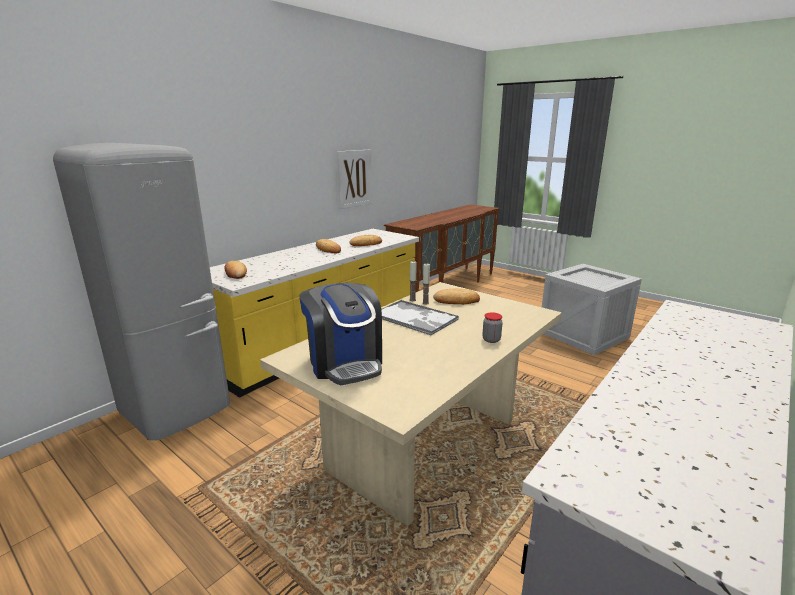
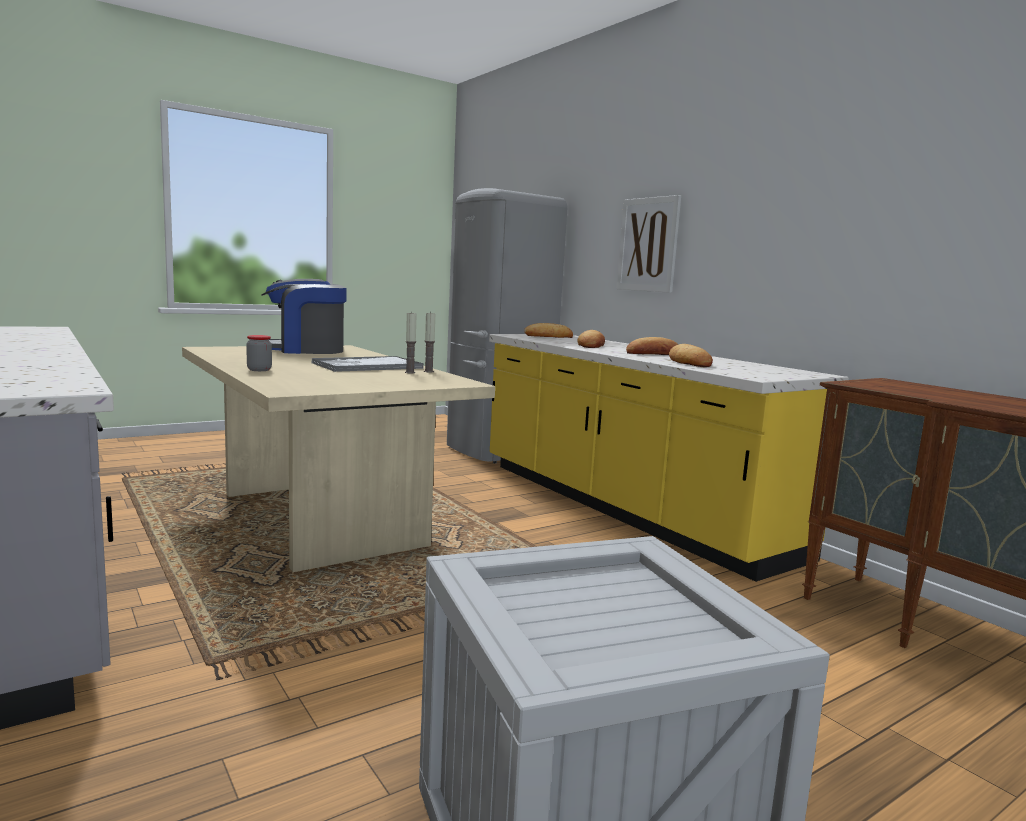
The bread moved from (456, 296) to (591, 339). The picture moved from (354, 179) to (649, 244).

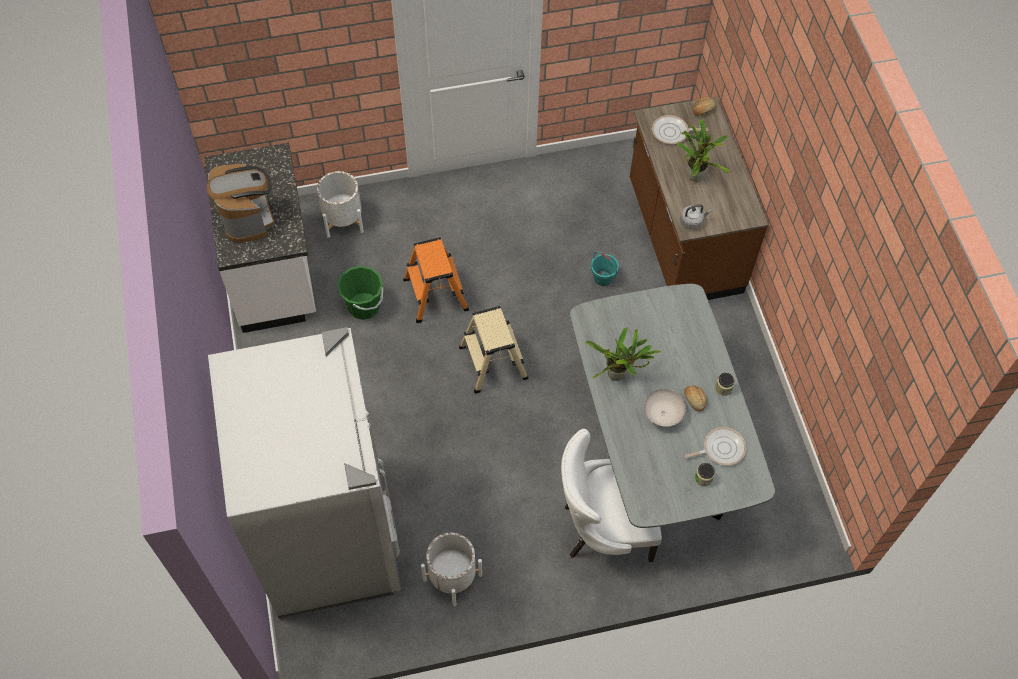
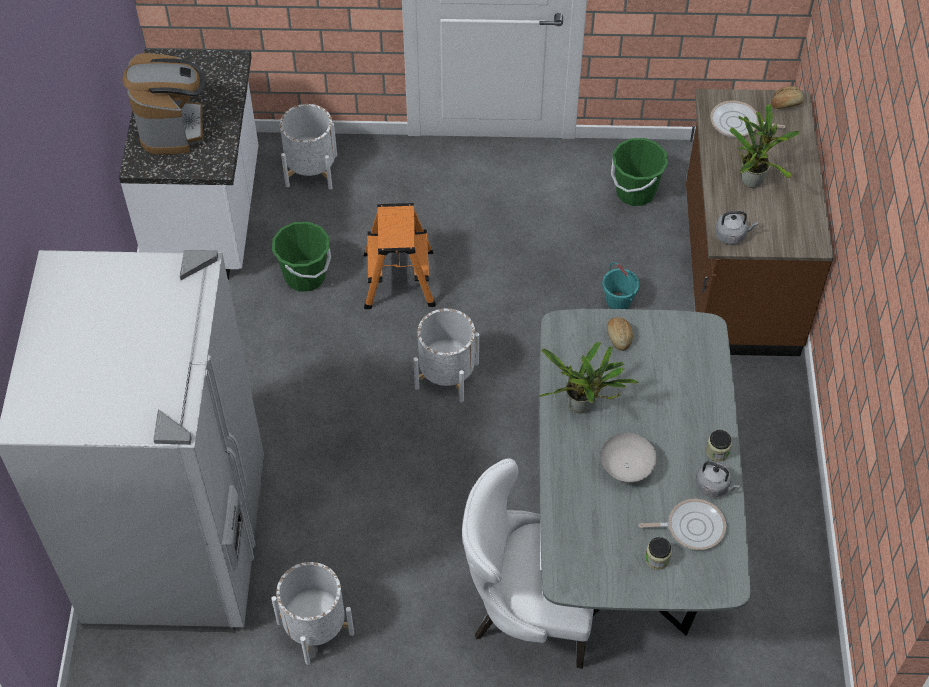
The beige step ladder at (494, 350) was replaced by the white planter at (446, 355). The bread moved from (695, 398) to (620, 334). The green bucket at (639, 172) appeared. The grey kettle at (718, 479) appeared.

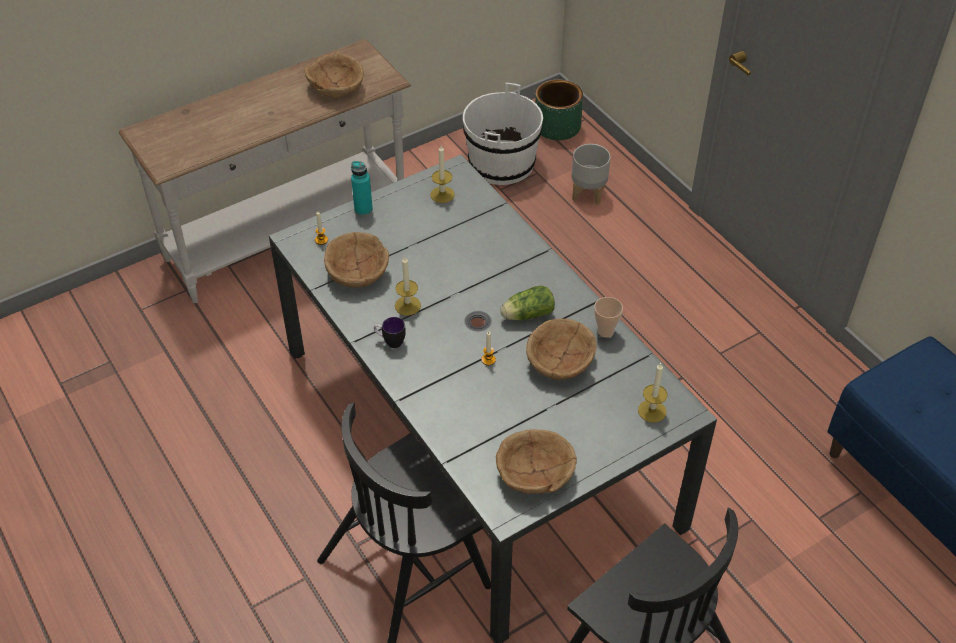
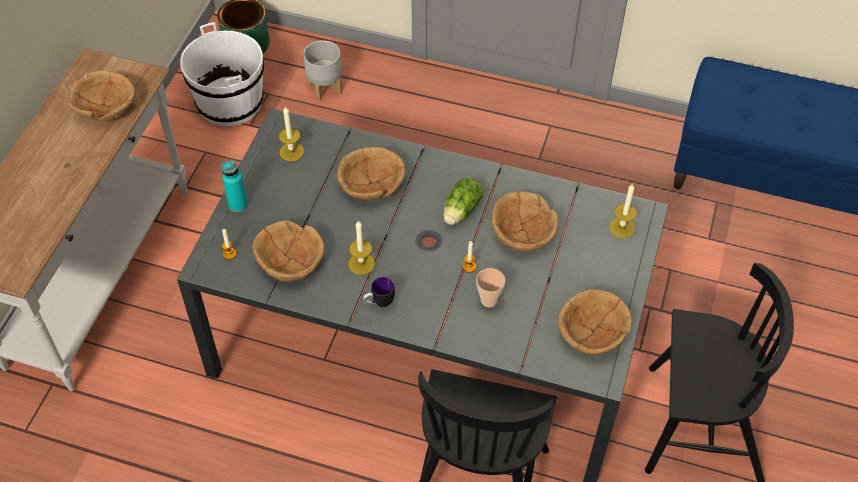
The brown bowl at (371, 173) appeared. The cup moved from (608, 317) to (490, 287).

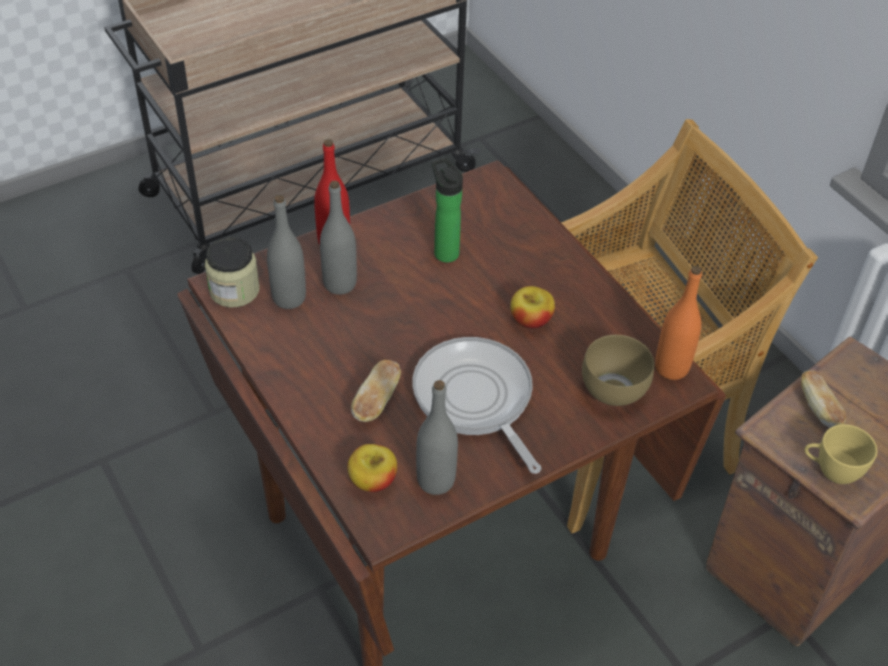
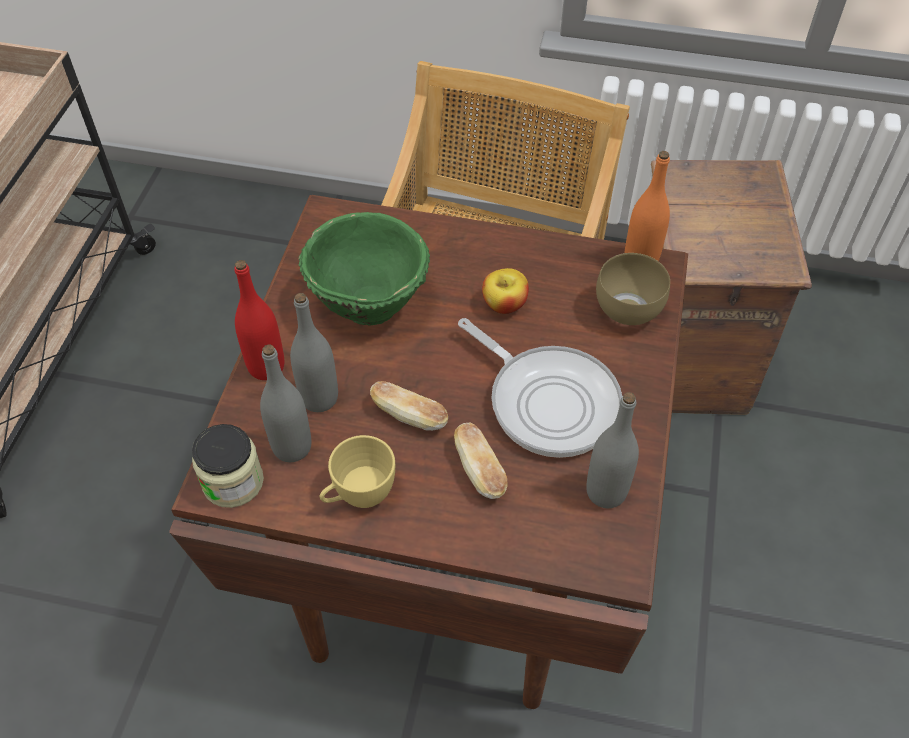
The bottle at (447, 210) was replaced by the green bowl at (364, 269). The yellow cup moved from (840, 454) to (357, 471). The bread moved from (823, 399) to (409, 406). The frying pan at (476, 405) turned 150 degrees counterclockwise. The apple at (372, 468) disappeared.

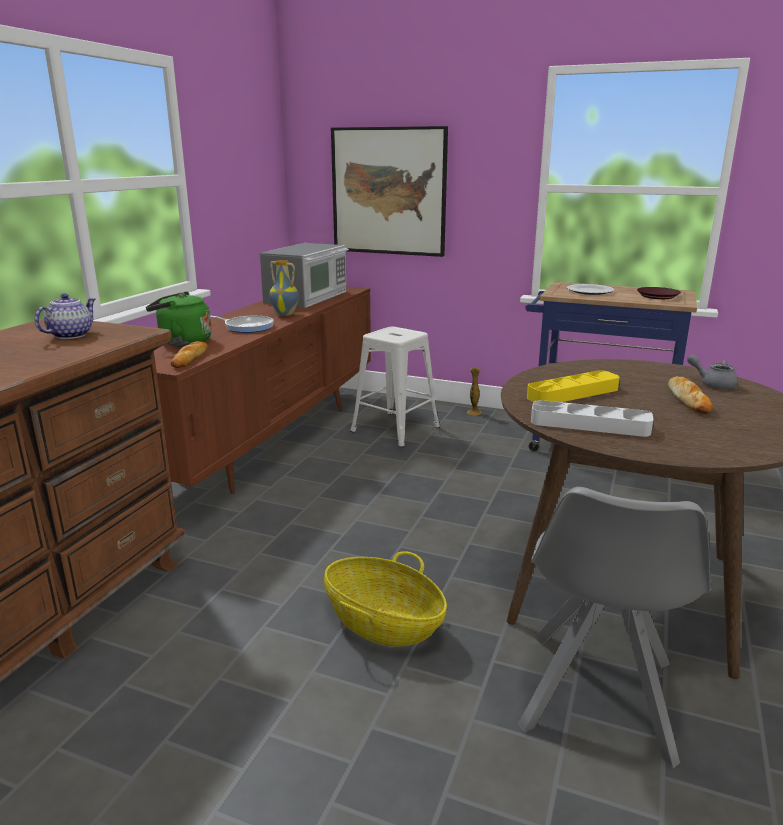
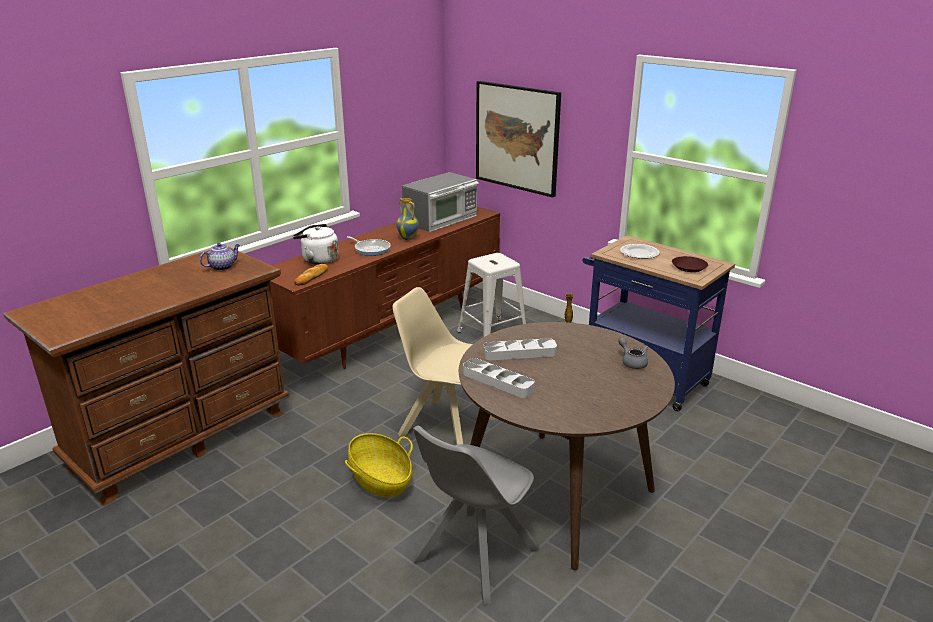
The green kettle at (179, 318) became the white kettle at (316, 244). The beige chair at (444, 366) appeared. The yellow tray at (573, 386) became the grey tray at (520, 349). The bread at (690, 395) disappeared.

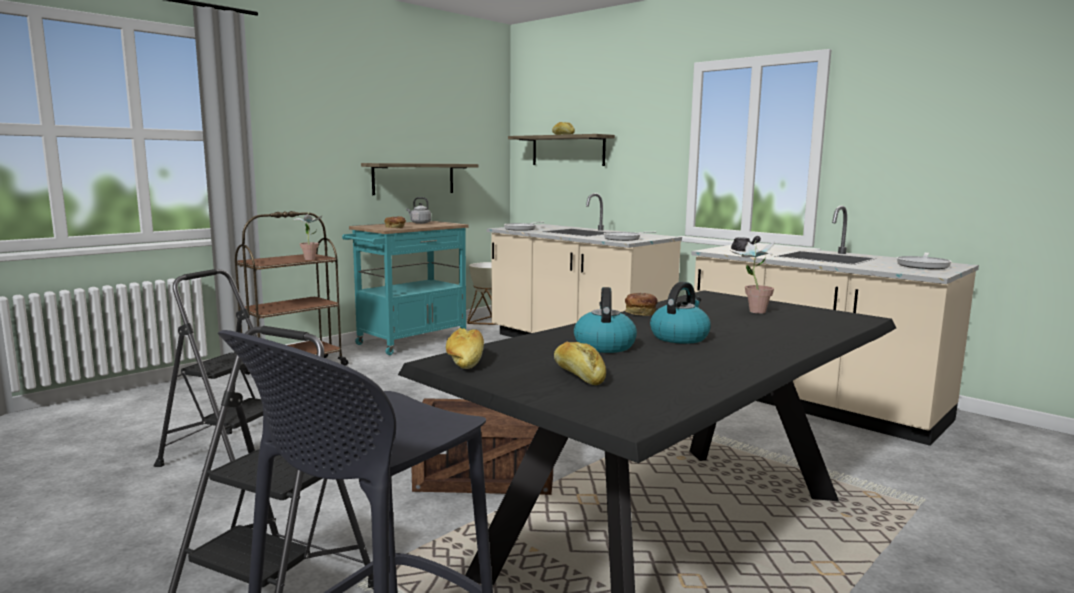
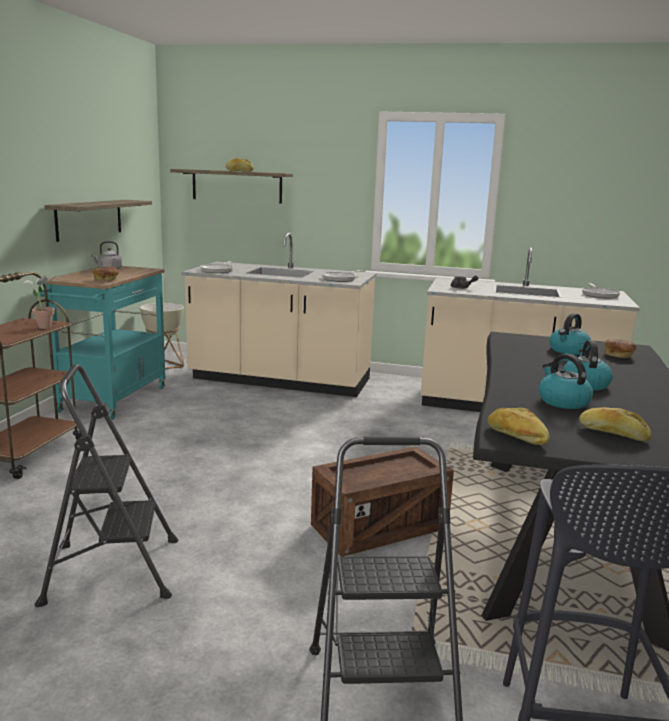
The potted plant at (753, 277) was replaced by the kettle at (570, 334). The bread moved from (641, 304) to (620, 348).

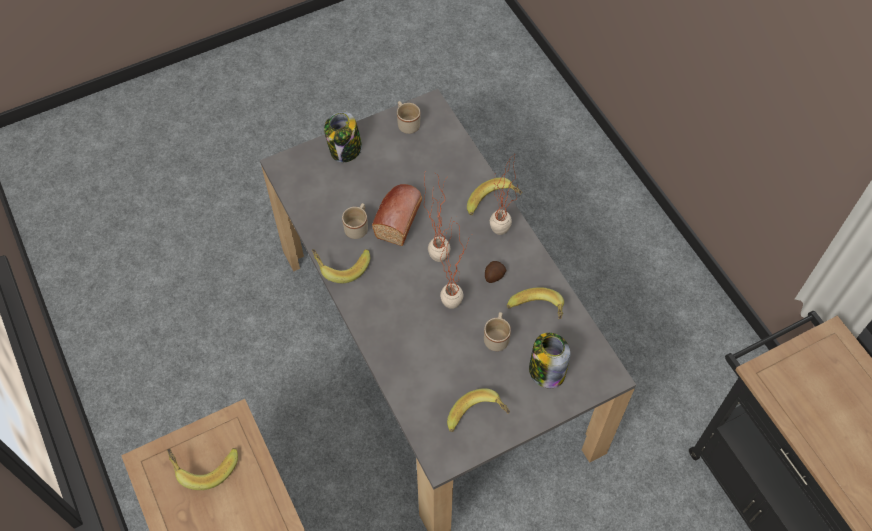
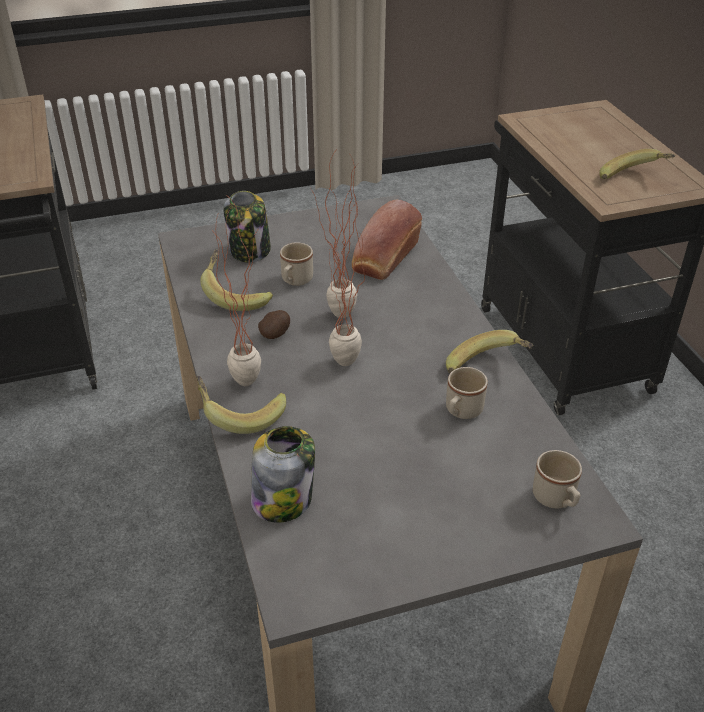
The jar moved from (343, 137) to (283, 474). The bread moved from (397, 215) to (387, 240). The beige mug moved from (408, 117) to (557, 479). The banana at (478, 410) disappeared.

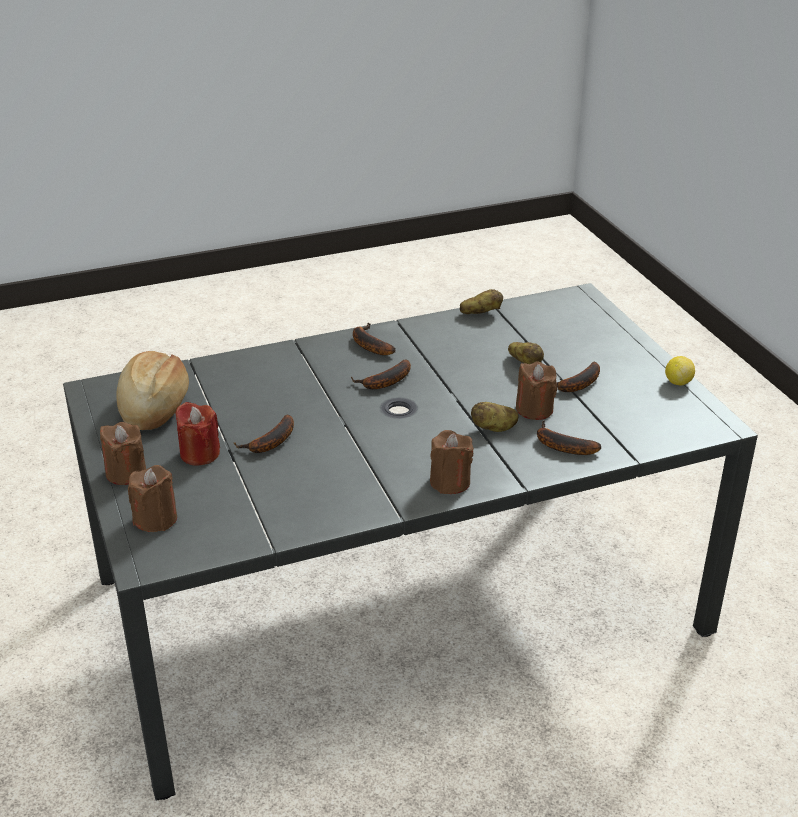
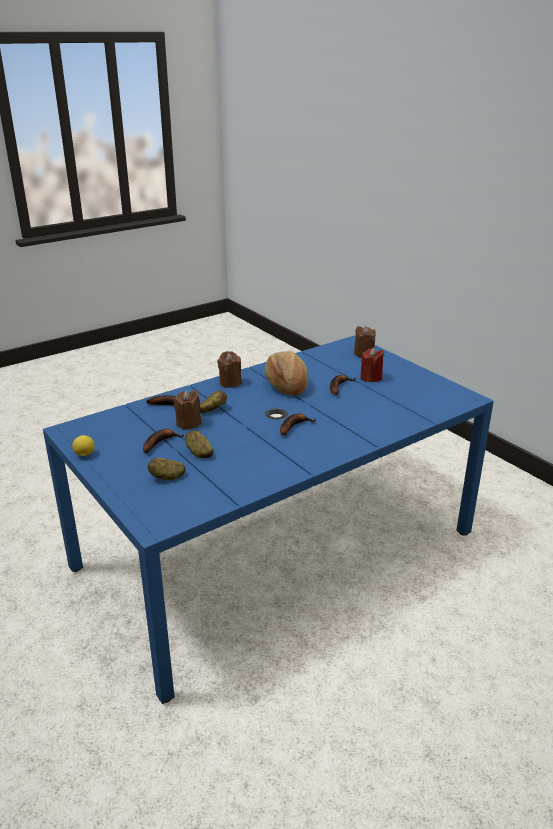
The grey dining table at (410, 542) became the blue dining table at (268, 519). The potato moved from (481, 301) to (167, 469). The bread moved from (152, 390) to (286, 373). The brown candle at (123, 453) disappeared. The banana at (374, 339) disappeared.

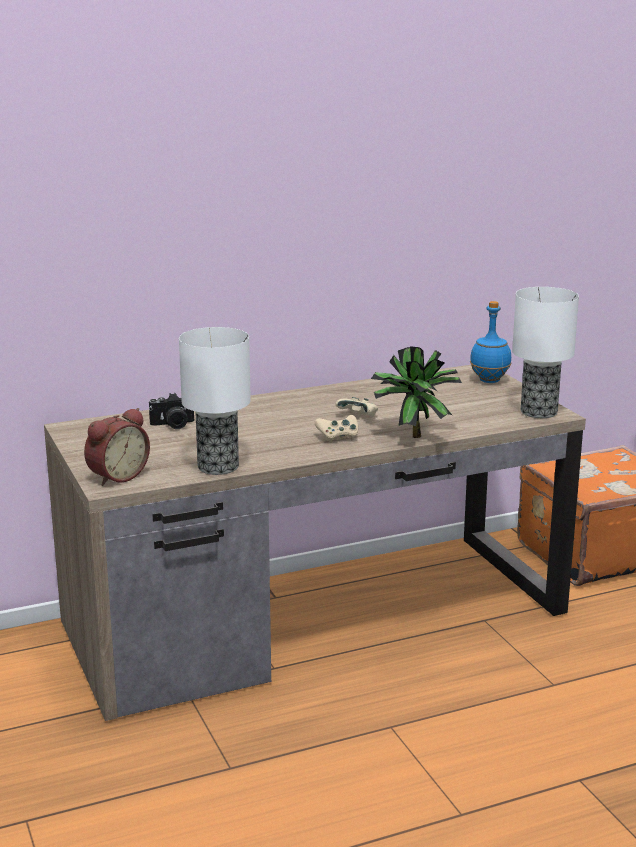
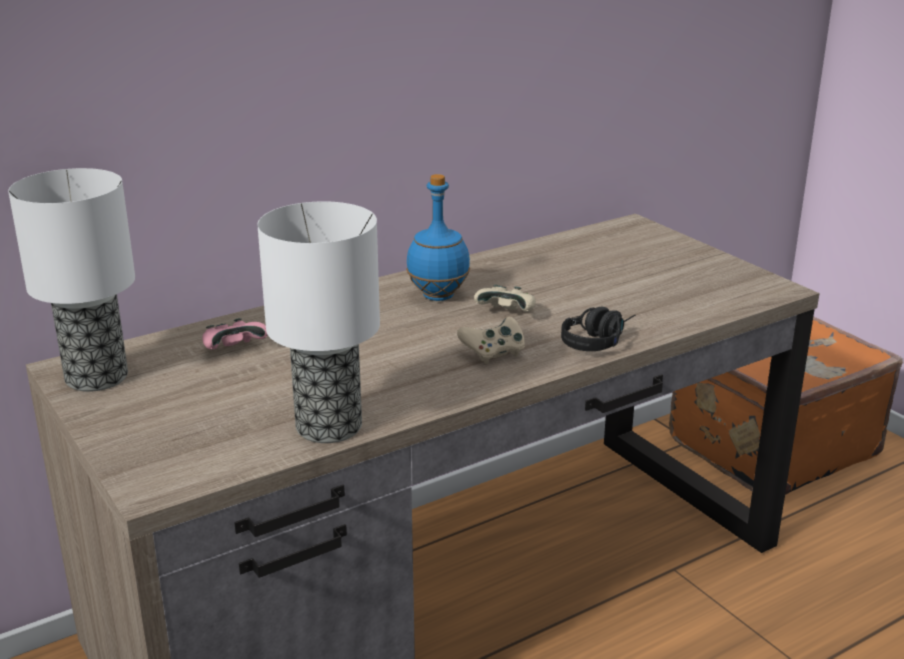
The table lamp moved from (545, 352) to (71, 280). The photo camera at (171, 411) was replaced by the pink game controller at (235, 333). The blue bottle moved from (491, 342) to (438, 237). The potted plant at (416, 392) was replaced by the black headphones at (598, 328). The alarm clock at (117, 447) disappeared.

